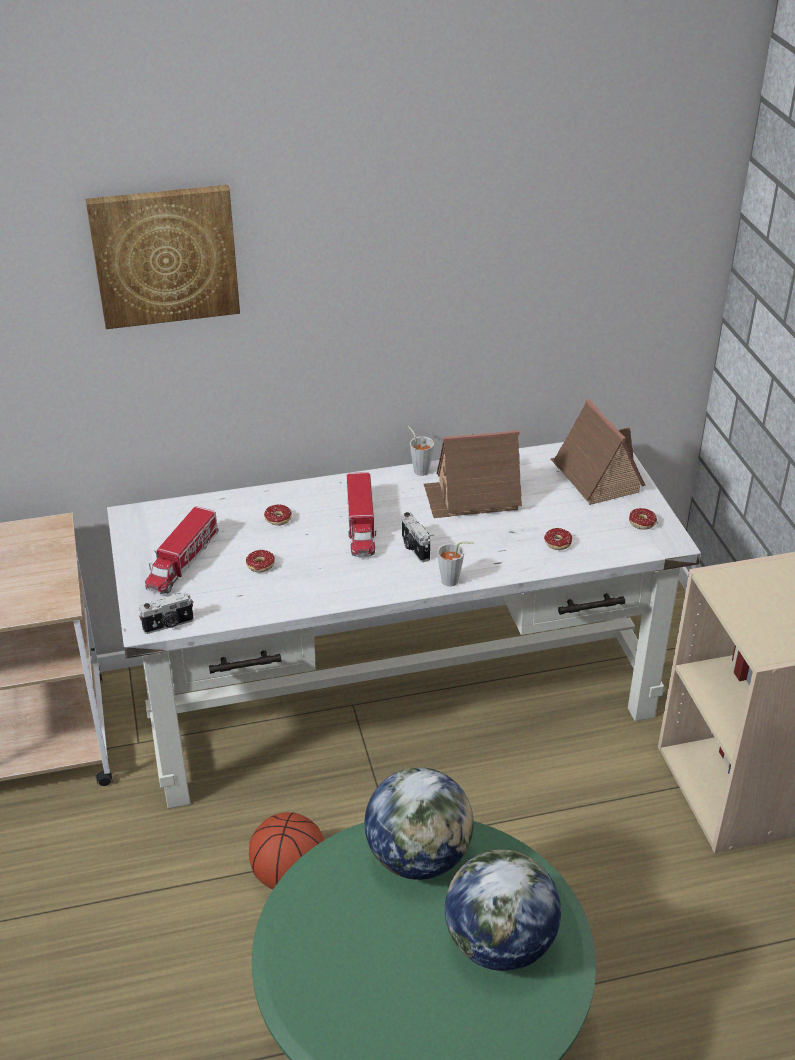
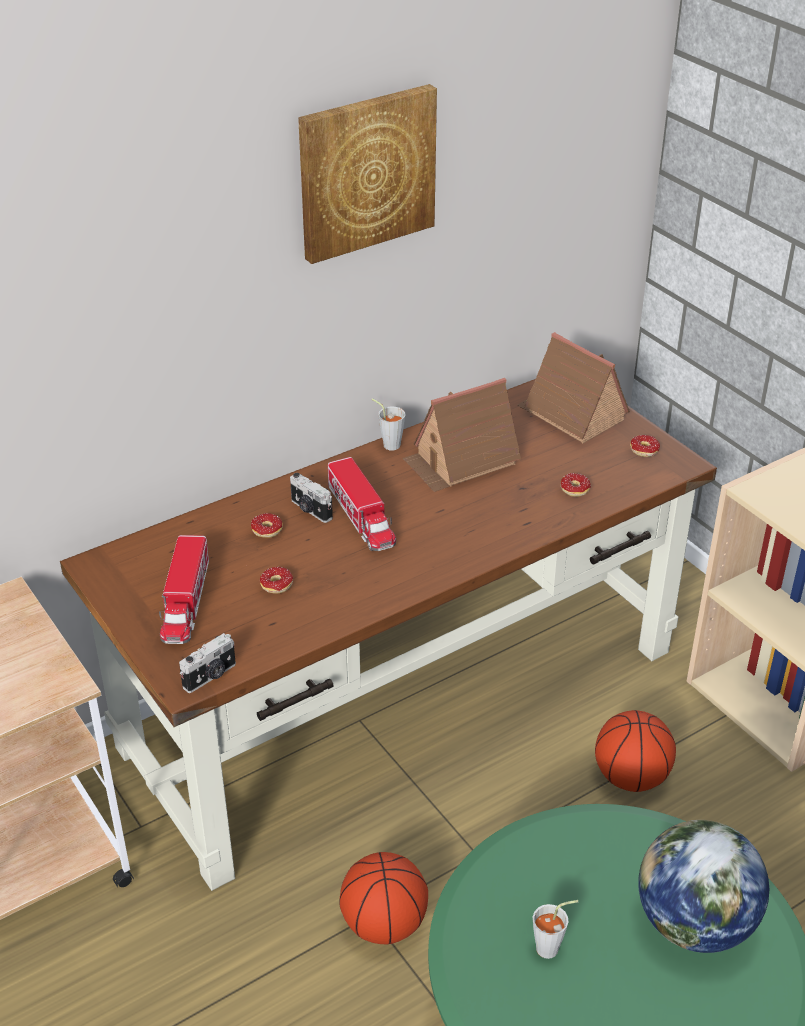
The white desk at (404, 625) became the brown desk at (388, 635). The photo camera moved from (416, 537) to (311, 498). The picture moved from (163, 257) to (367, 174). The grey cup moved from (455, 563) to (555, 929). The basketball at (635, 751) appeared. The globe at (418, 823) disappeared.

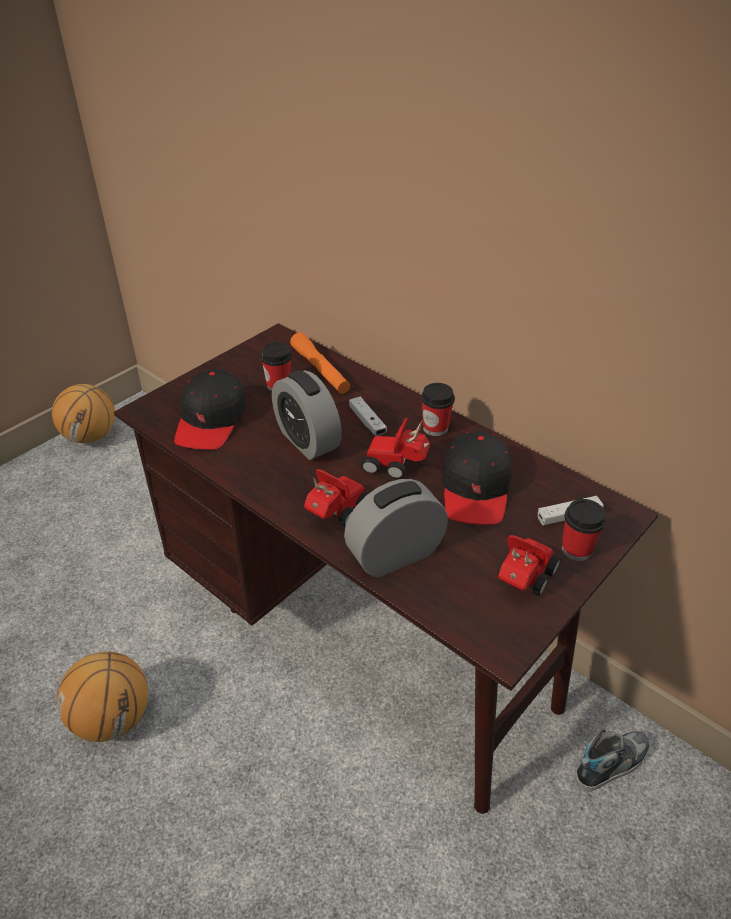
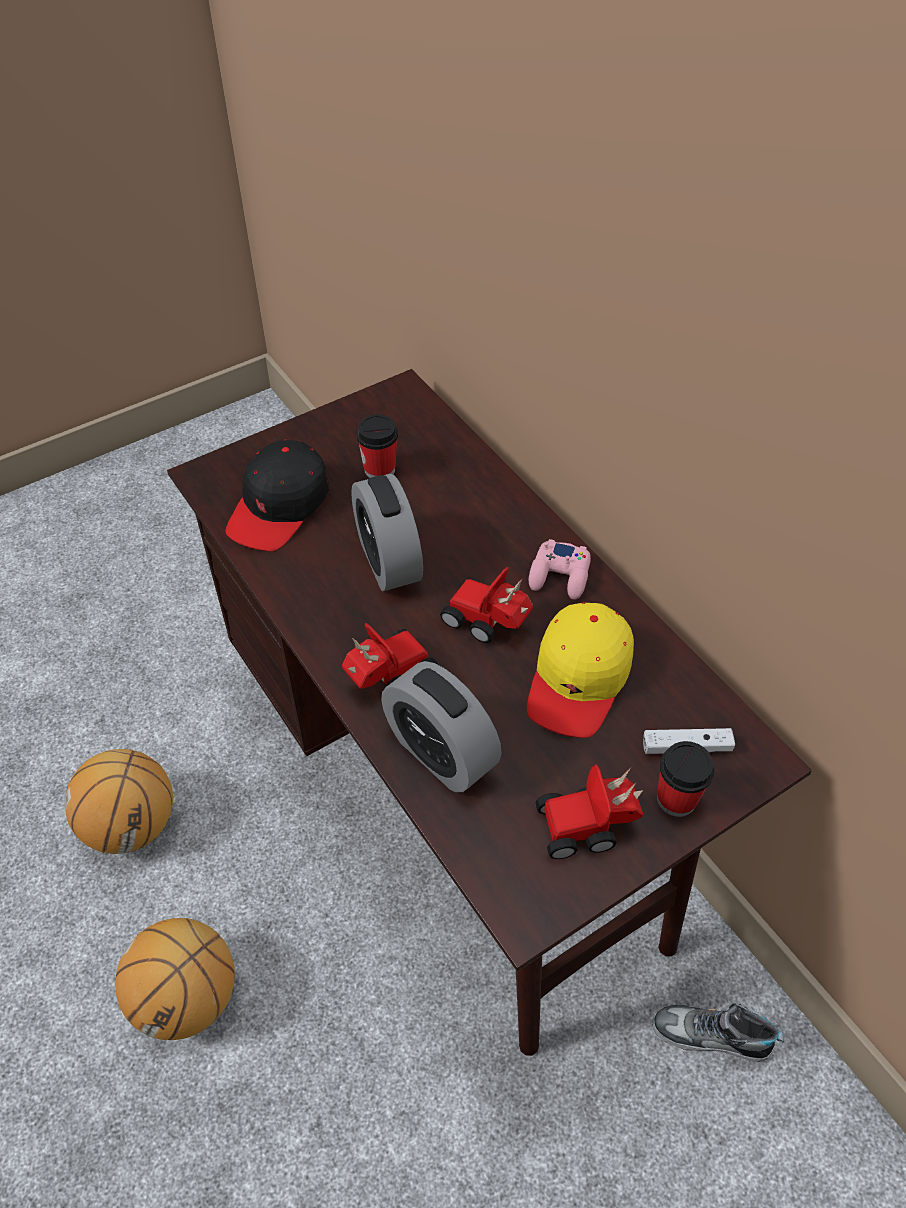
The basketball moved from (83, 413) to (175, 979). The alarm clock at (396, 528) turned 120 degrees counterclockwise. The black cap at (477, 478) became the yellow cap at (580, 670). The cup at (438, 409) was replaced by the pink game controller at (560, 569). The toy car at (529, 565) turned 150 degrees counterclockwise. The shoe at (612, 760) turned 150 degrees counterclockwise. The orange flashlight at (320, 363) disappeared. The white game controller at (368, 416) disappeared.

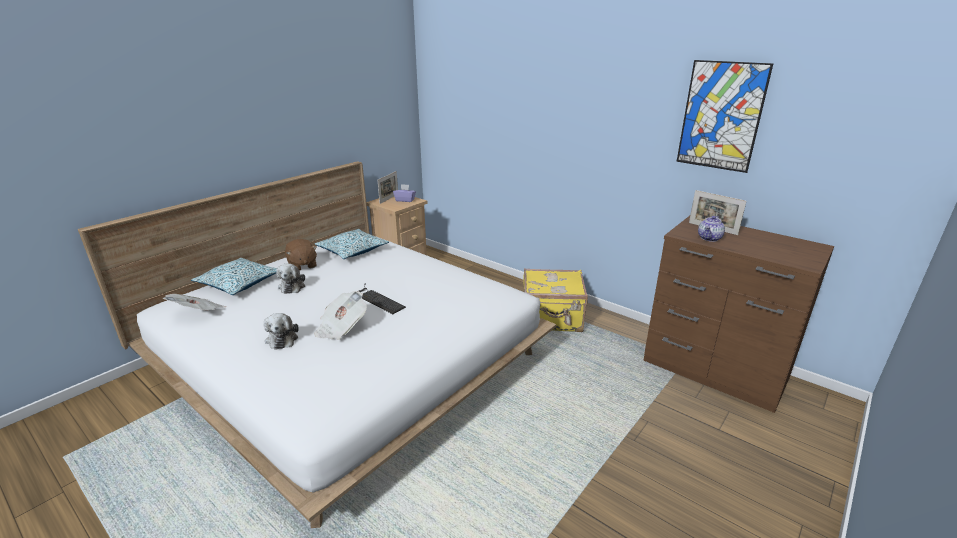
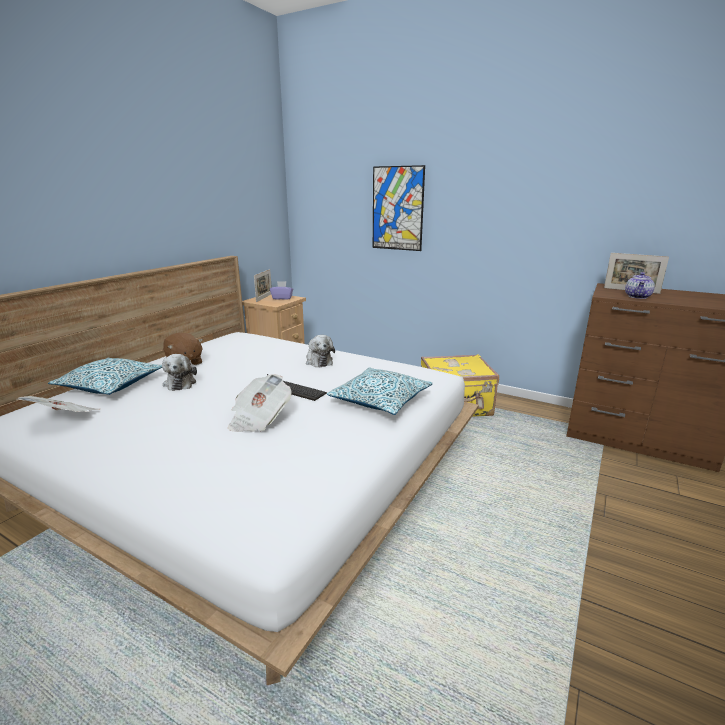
The plush toy moved from (281, 331) to (320, 351). The pillow moved from (352, 244) to (380, 391). The picture moved from (725, 116) to (399, 208).

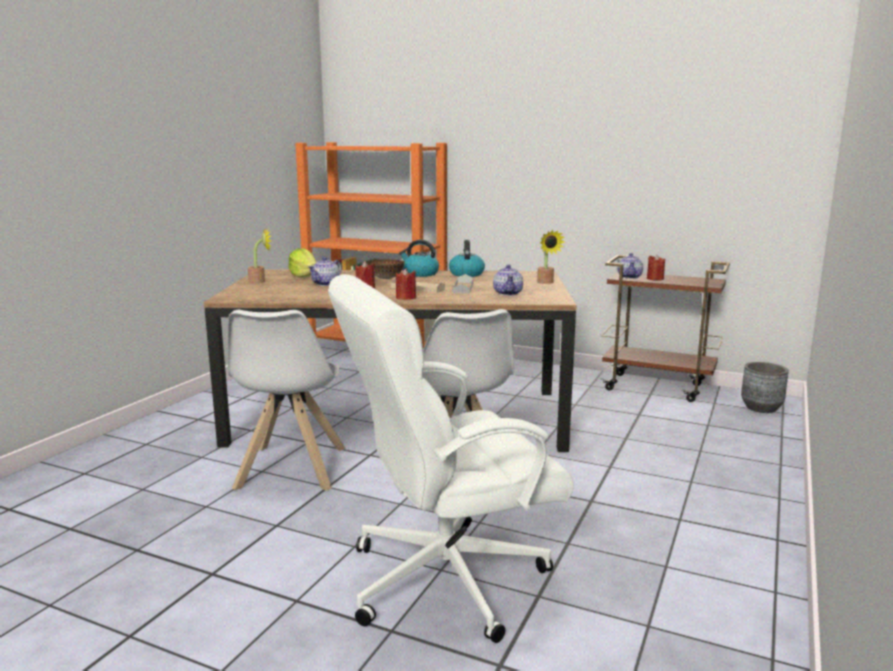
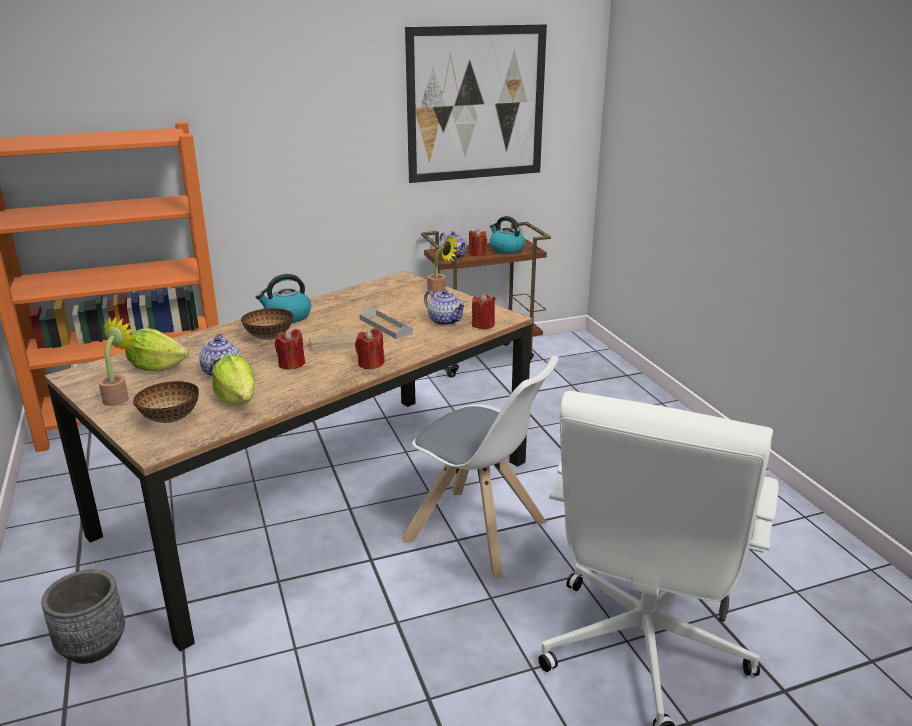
The grey planter moved from (765, 387) to (83, 616). The bowl at (166, 402) appeared. The lettuce at (233, 380) appeared. The picture at (476, 103) appeared. The red candle at (483, 311) appeared. The kettle moved from (467, 258) to (507, 235). The chair at (287, 400) disappeared.

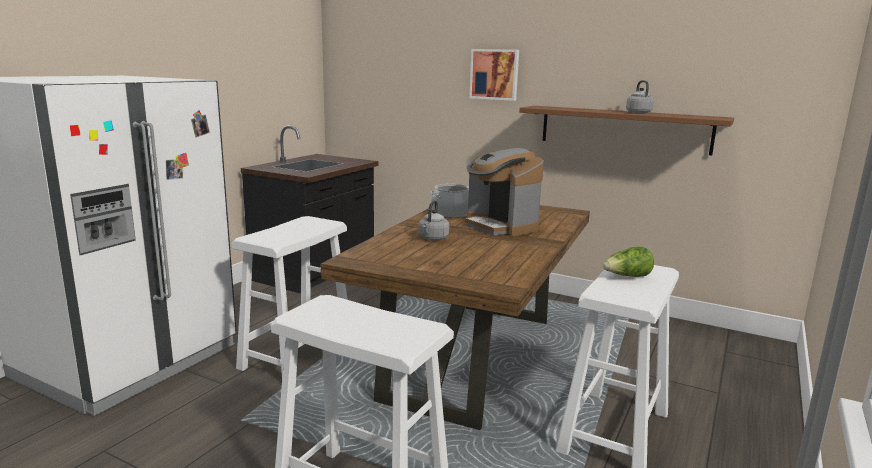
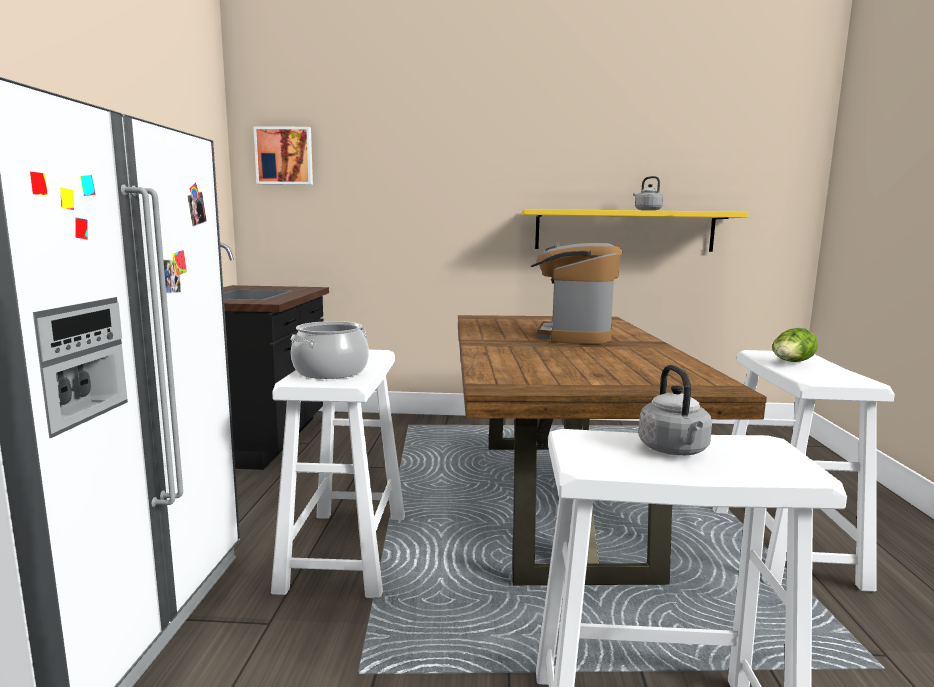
The picture moved from (494, 75) to (283, 155). The cooking pot moved from (449, 200) to (329, 350). The brown shelf at (626, 130) became the yellow shelf at (635, 230). The coffee machine at (504, 192) turned 75 degrees clockwise. The grey kettle moved from (434, 220) to (675, 410).

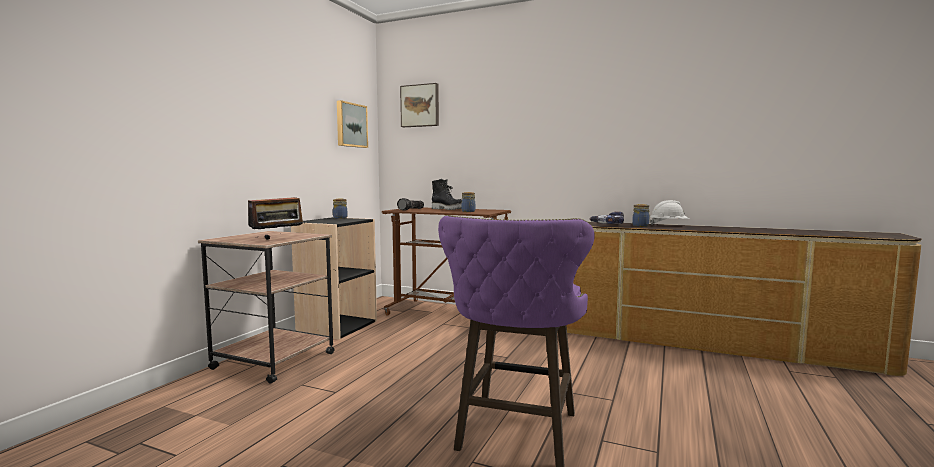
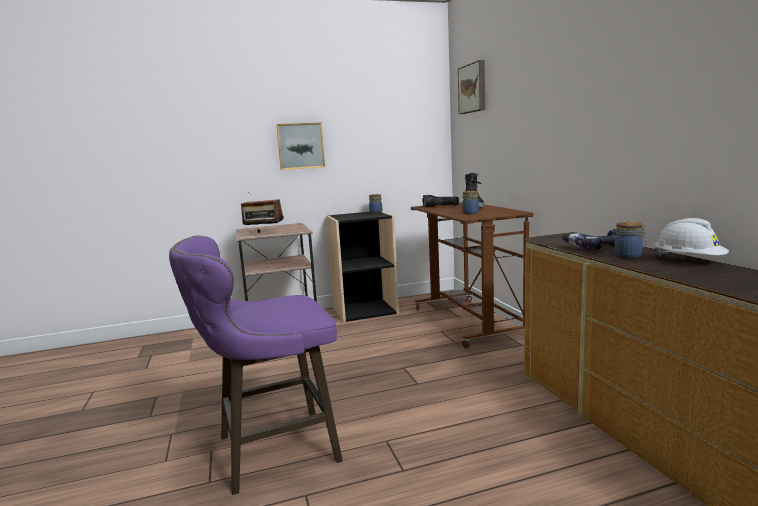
The picture moved from (352, 124) to (300, 146).

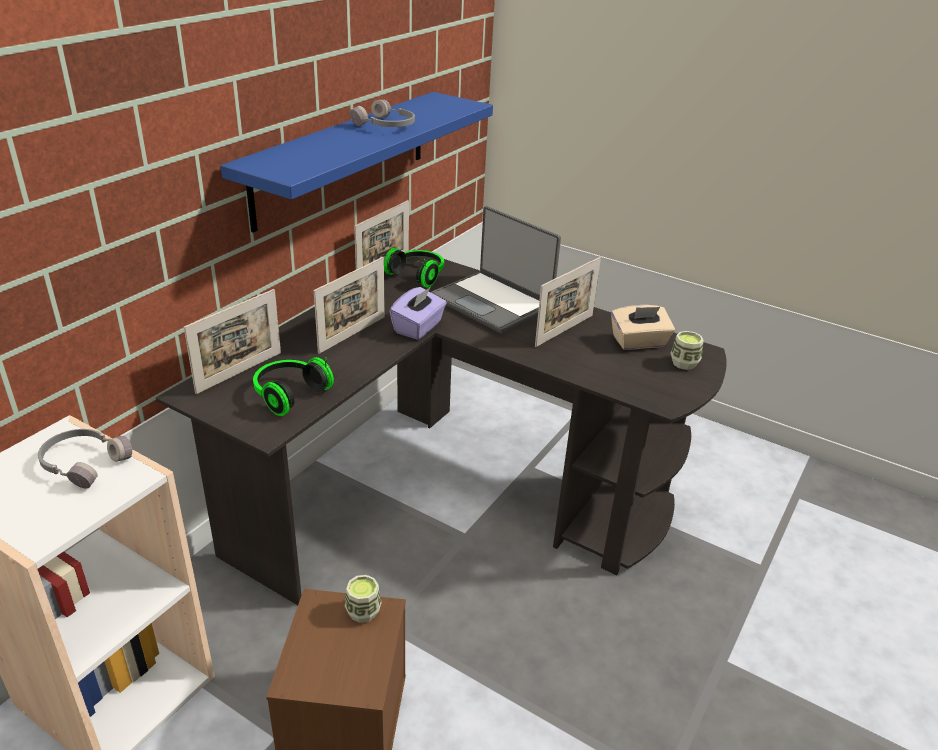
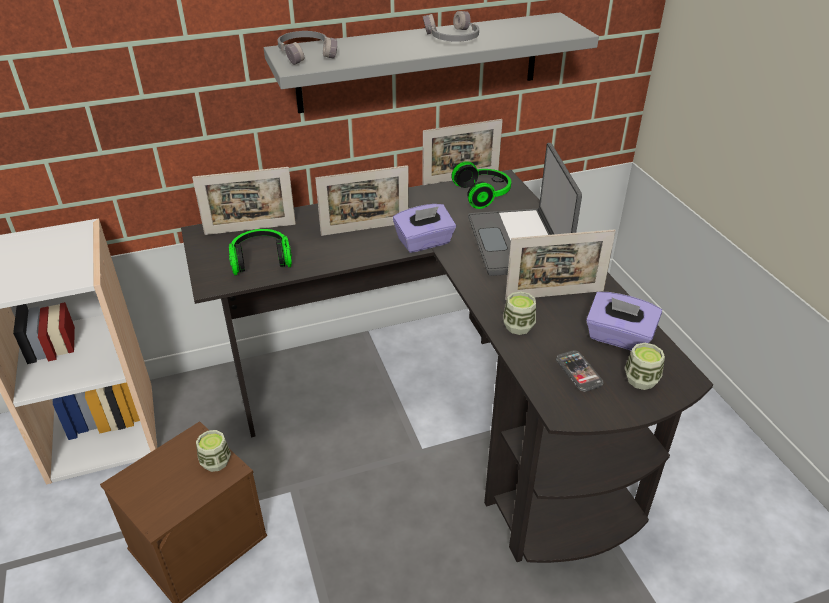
The blue shelf at (357, 162) became the grey shelf at (431, 62). The grey headphones moved from (85, 459) to (307, 48). The cup at (519, 313) appeared. The phone at (580, 371) appeared. The beige tissue box at (643, 327) became the purple tissue box at (624, 321).

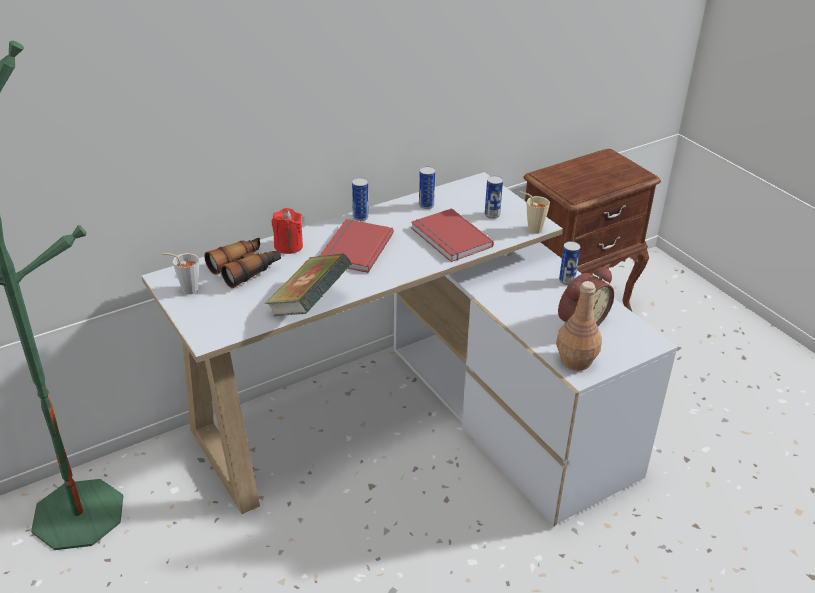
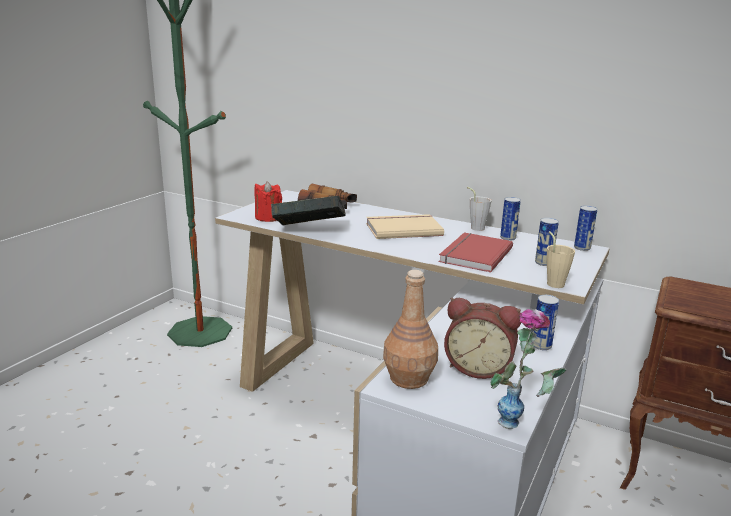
The red candle moved from (287, 231) to (268, 201). The red book at (357, 246) became the beige book at (405, 226). The grey cup moved from (180, 273) to (479, 209). The vase at (529, 369) appeared. The can moved from (360, 199) to (585, 228).

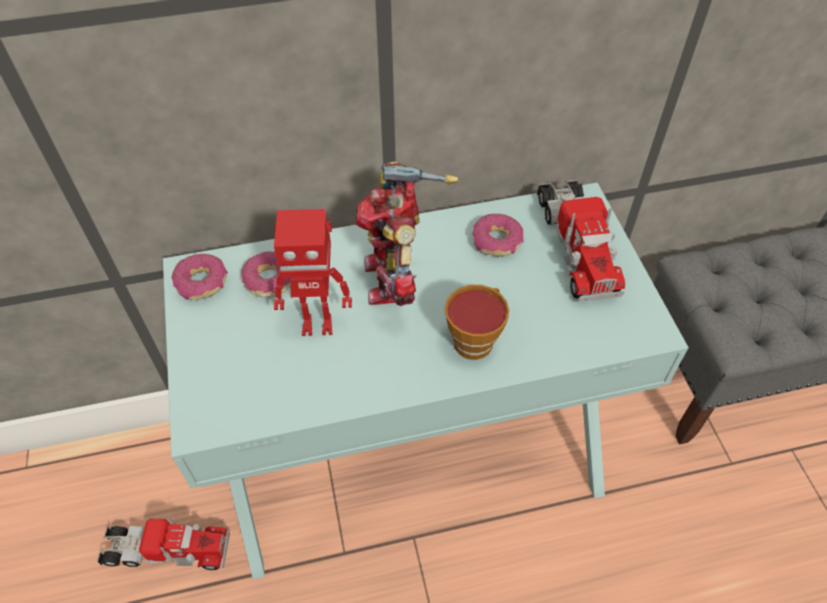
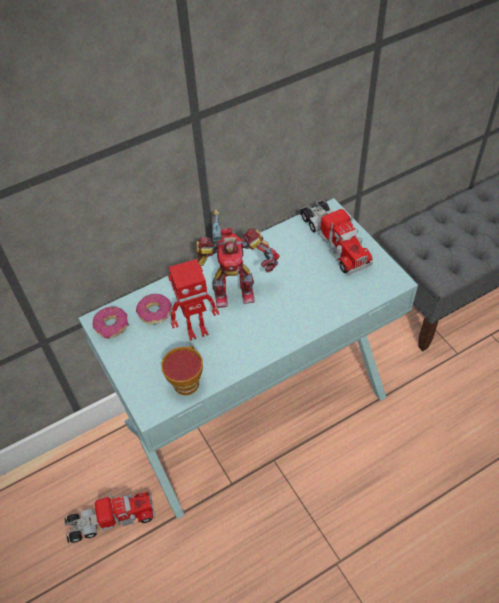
The cup moved from (477, 322) to (182, 370). The toy robot at (407, 234) turned 75 degrees counterclockwise. The donut at (498, 235) disappeared.

